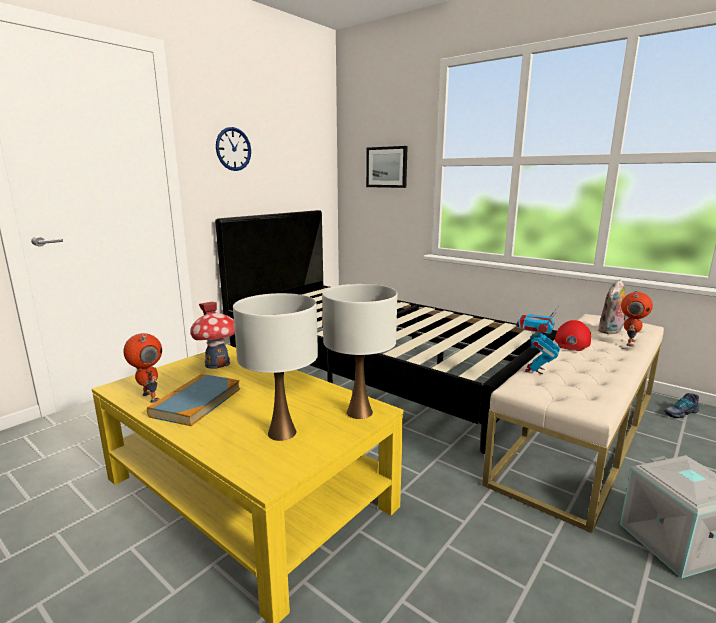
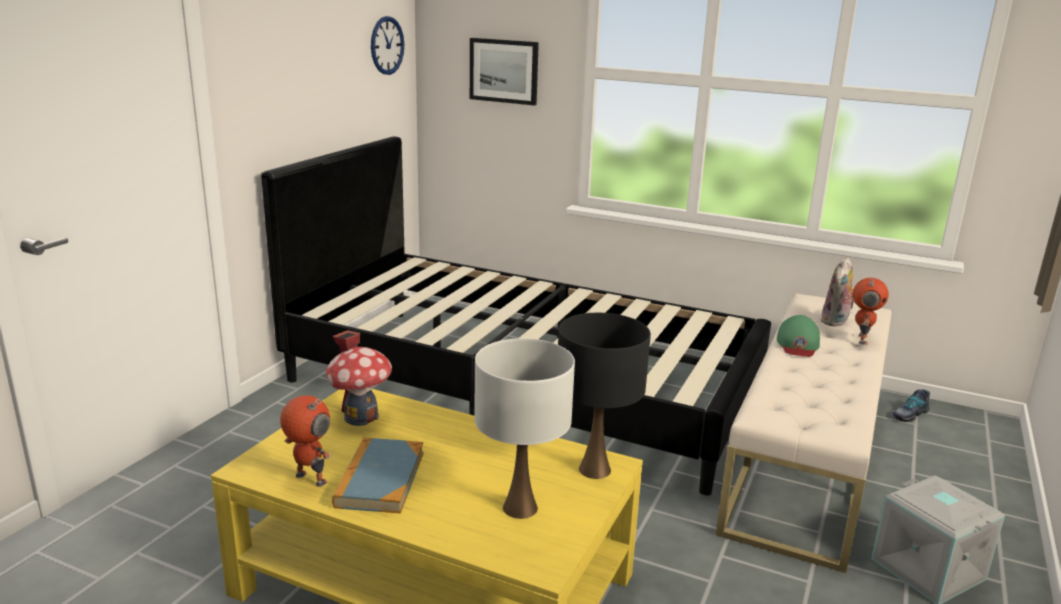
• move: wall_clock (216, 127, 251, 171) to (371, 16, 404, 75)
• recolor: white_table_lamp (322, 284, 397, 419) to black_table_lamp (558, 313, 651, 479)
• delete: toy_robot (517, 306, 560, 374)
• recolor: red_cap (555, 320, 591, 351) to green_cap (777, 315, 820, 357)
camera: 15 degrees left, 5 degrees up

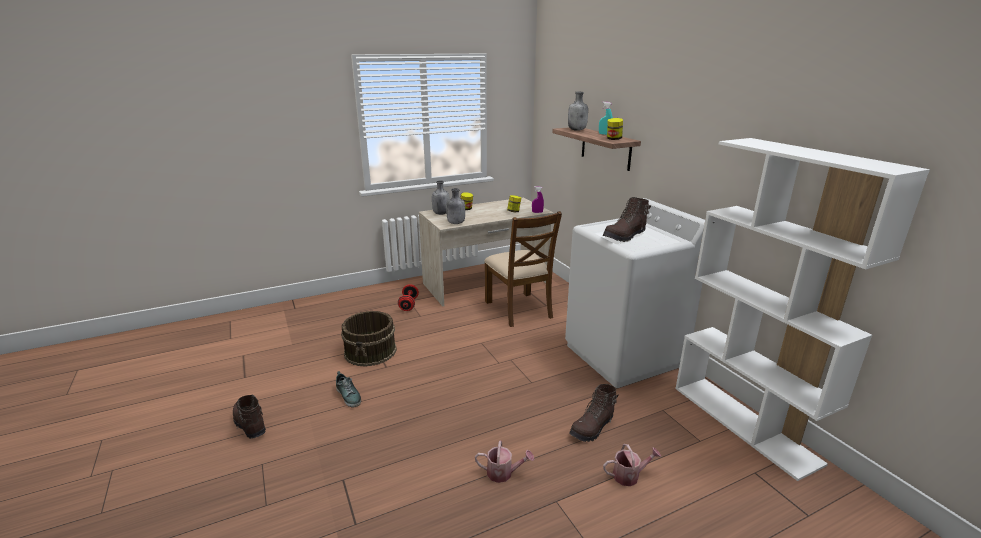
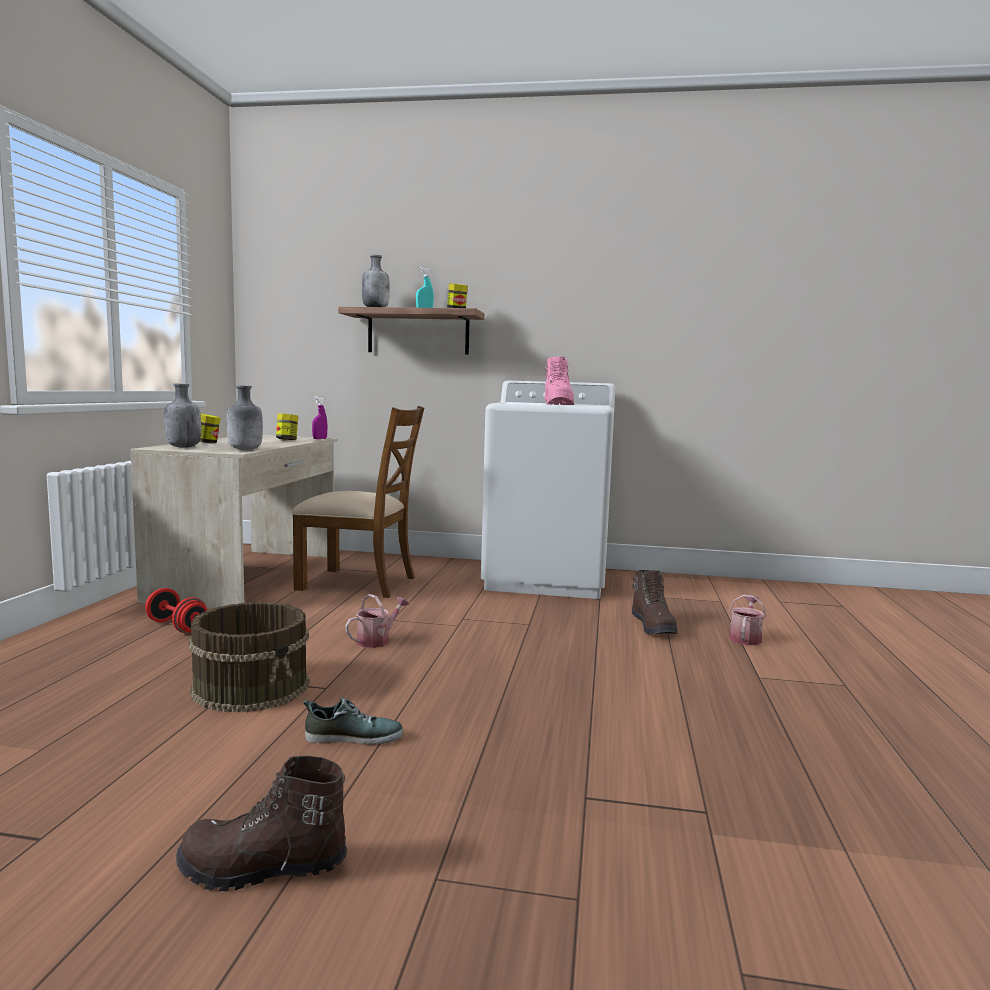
• move: watering_can (475, 441, 534, 483) to (345, 594, 409, 648)
• recolor: brown_boot (603, 197, 651, 242) to pink_boot (544, 357, 574, 405)
• delete: white_bookcase (675, 138, 930, 481)
camera: 55 degrees left, 15 degrees down

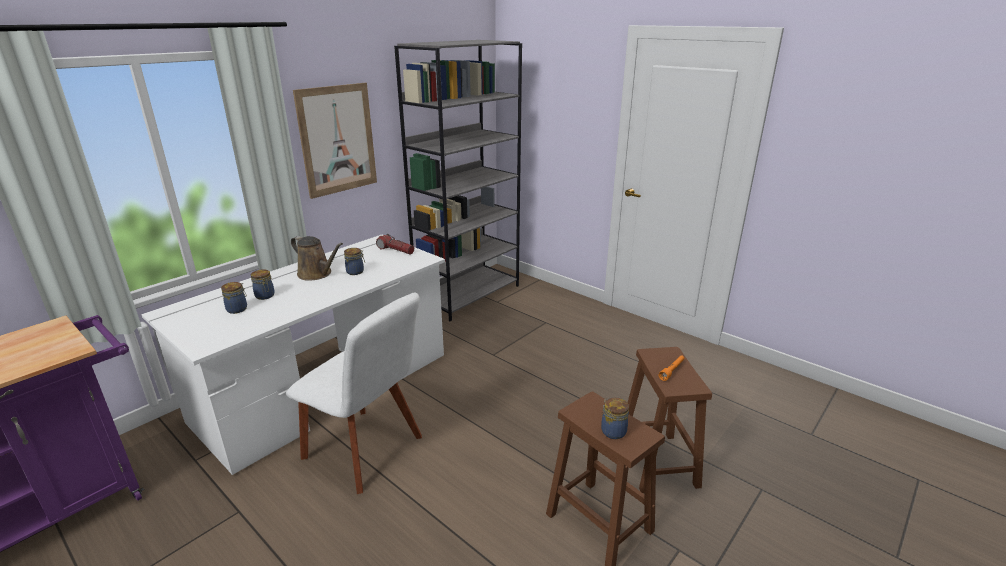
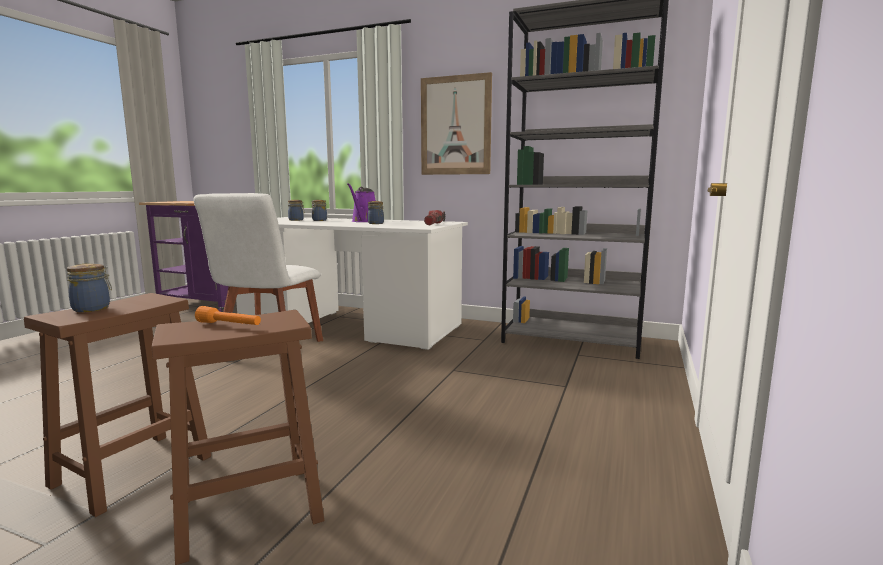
• recolor: brown_watering_can (291, 236, 343, 281) to purple_watering_can (347, 183, 376, 222)
camera: 70 degrees right, 15 degrees down

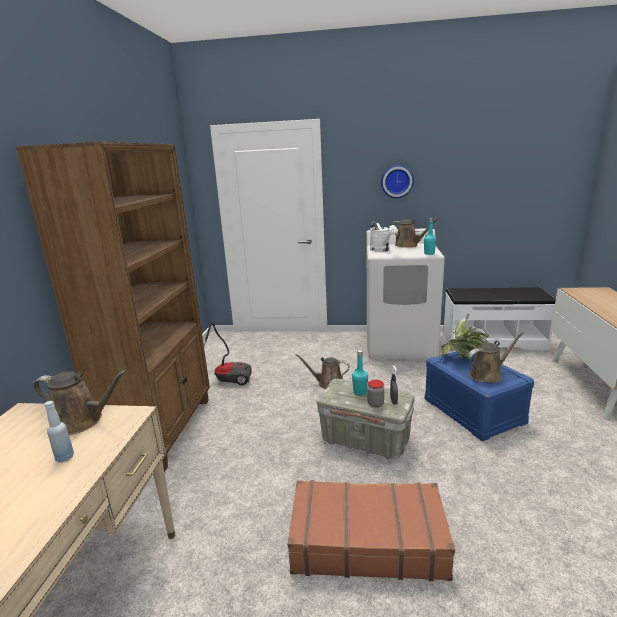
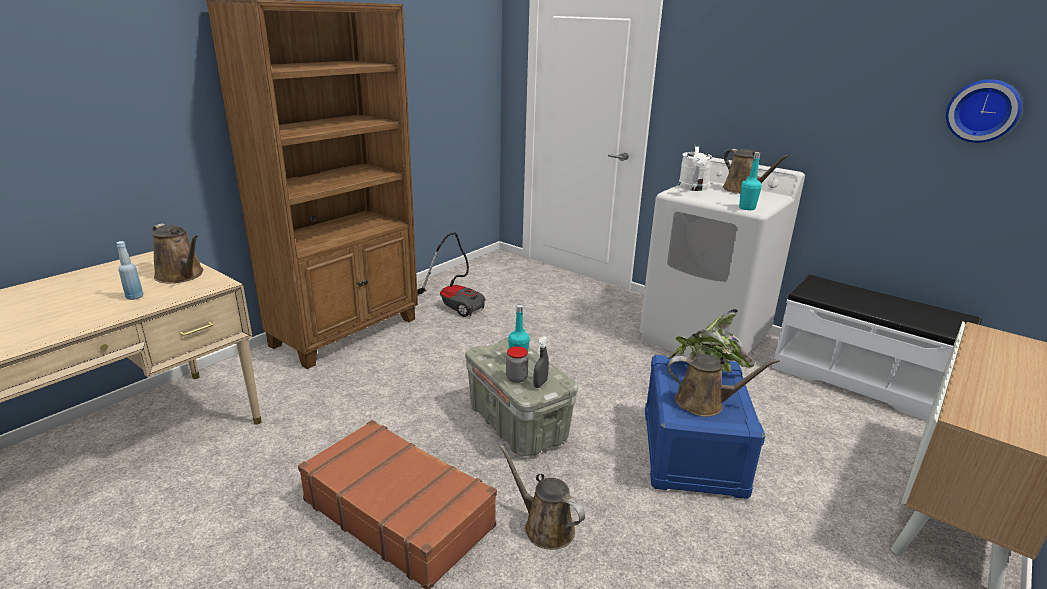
• move: brown_watering_can (296, 354, 350, 389) to (499, 444, 585, 550)
• move: wall_clock (381, 165, 414, 198) to (946, 79, 1022, 143)
camera: 30 degrees right, 5 degrees up

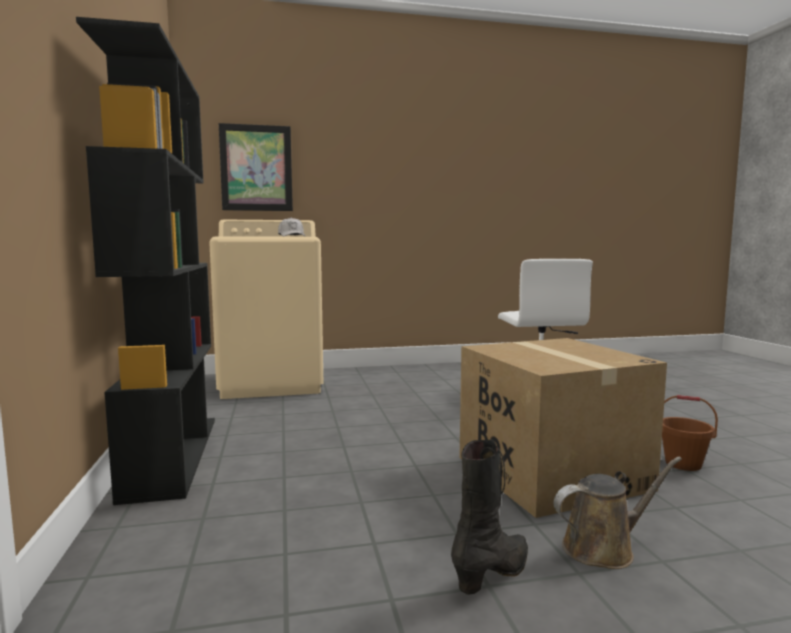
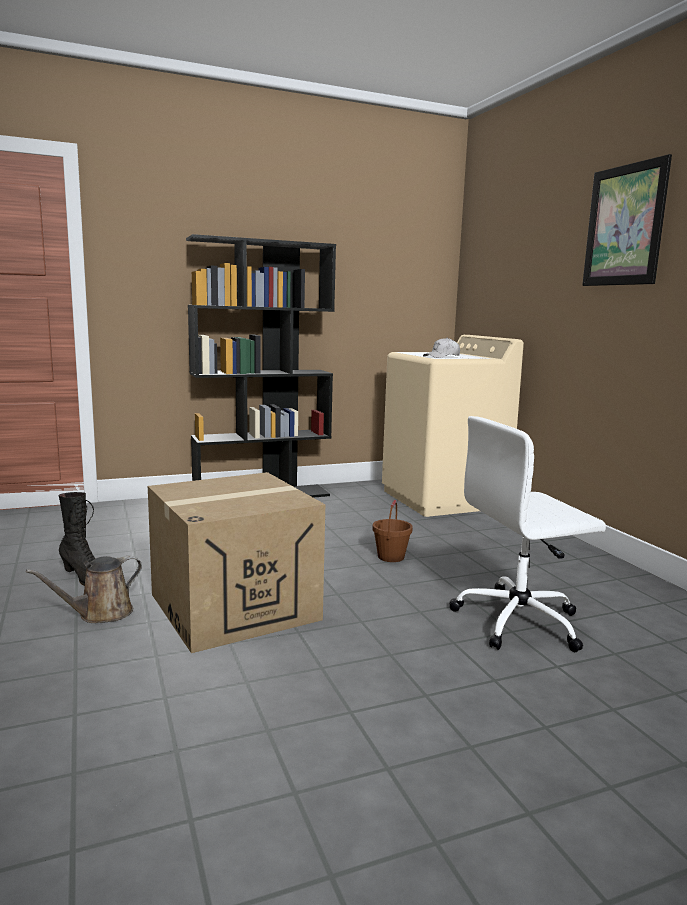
• move: picture (219, 123, 293, 211) to (582, 154, 672, 286)
• rotate: brown_watering_can (554, 457, 682, 569) = (26, 556, 142, 623) 75 degrees clockwise
• move: brown_bucket (662, 395, 718, 471) to (372, 500, 413, 562)
camera: 80 degrees right, 5 degrees up

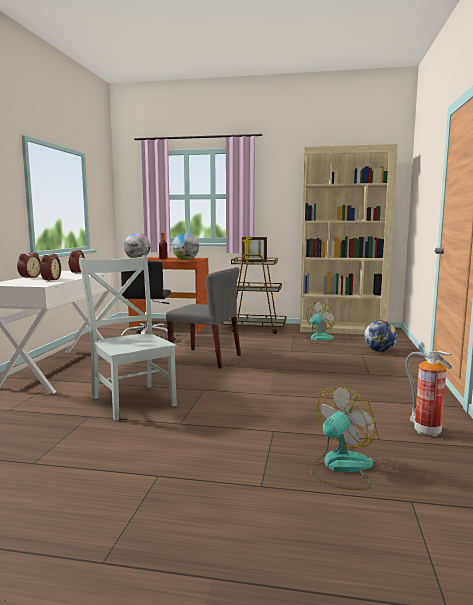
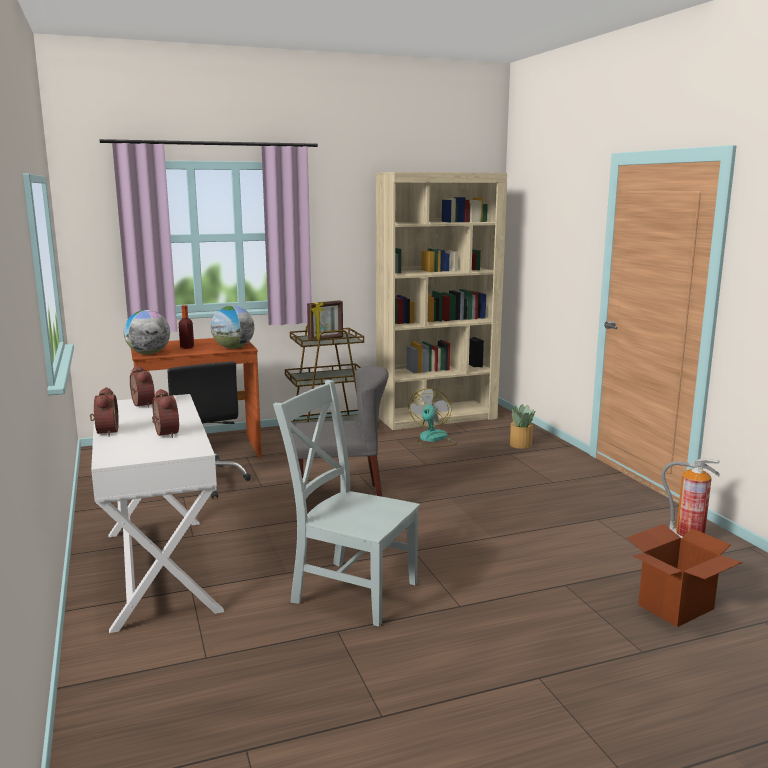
• replace: fan (310, 387, 376, 490) to cardboard_box (627, 524, 742, 627)
• replace: globe (364, 320, 397, 352) to potted_plant (510, 404, 536, 449)
camera: 30 degrees left, 5 degrees up

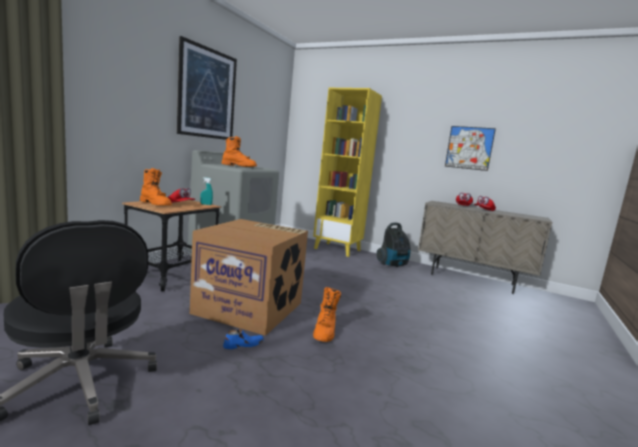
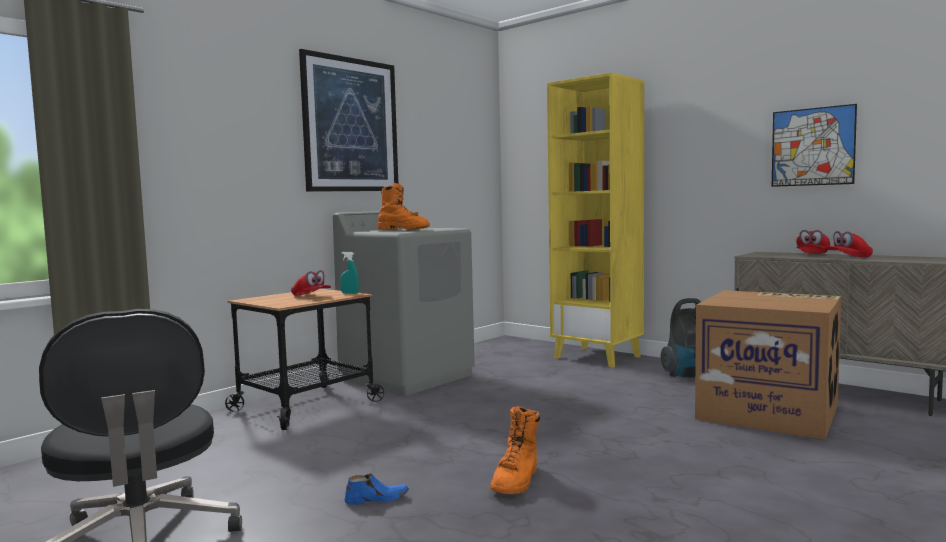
• delete: orange_boot (140, 168, 172, 206)
• move: cardboard_box (190, 219, 308, 336) to (695, 290, 841, 440)
camera: 15 degrees right, 5 degrees down

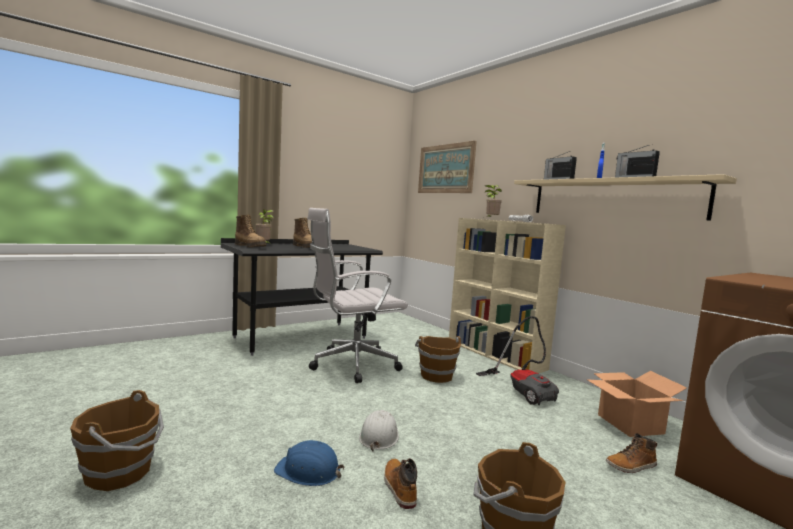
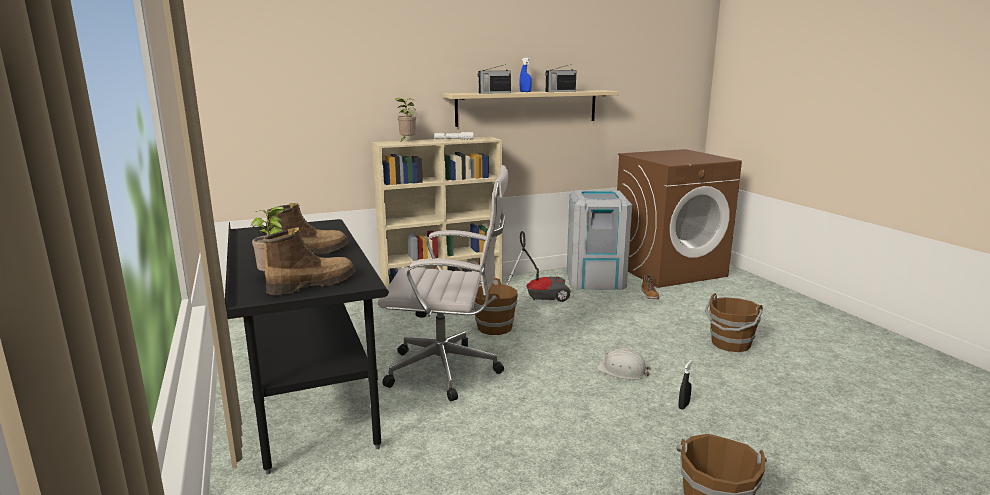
• replace: blue_hard_hat (274, 440, 344, 486) to black_spray_bottle (678, 360, 692, 409)
• rotate: white_office_chair (307, 208, 408, 383) = (378, 165, 508, 401) 75 degrees counterclockwise
• delete: boot (384, 458, 417, 509)
• delete: picture (418, 141, 477, 193)
• replace: cardboard_box (586, 371, 687, 437) to grey_trash_can (567, 190, 632, 290)
camera: 75 degrees left, 10 degrees up

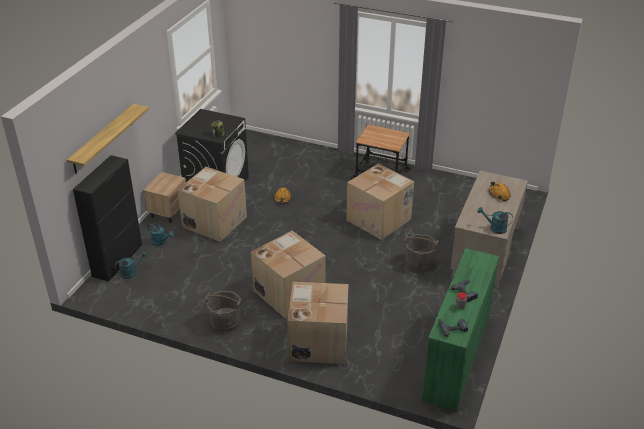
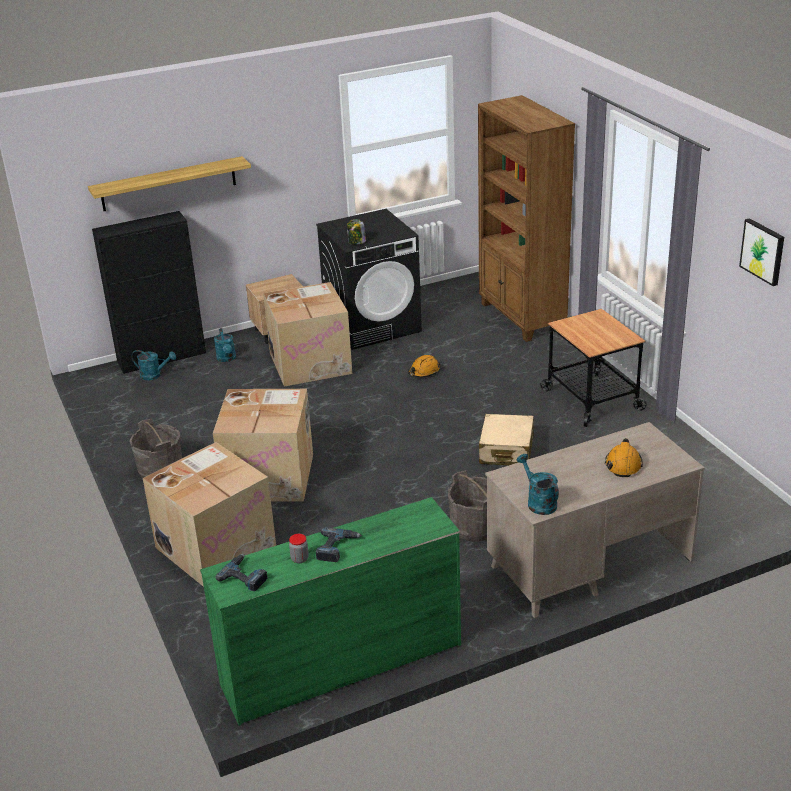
• replace: cardboard_box (346, 164, 414, 240) to beige_suitcase (479, 414, 534, 466)
• insert: brown_bookcase (478, 95, 575, 342)
• insert: picture (739, 218, 784, 286)
camera: 45 degrees right, 5 degrees down

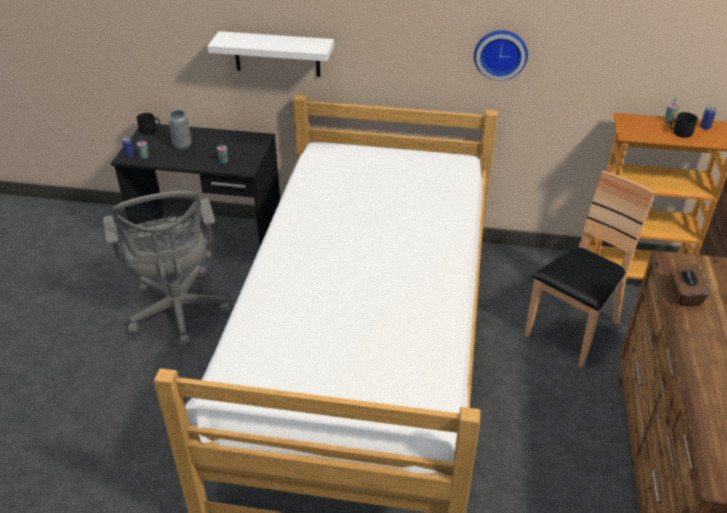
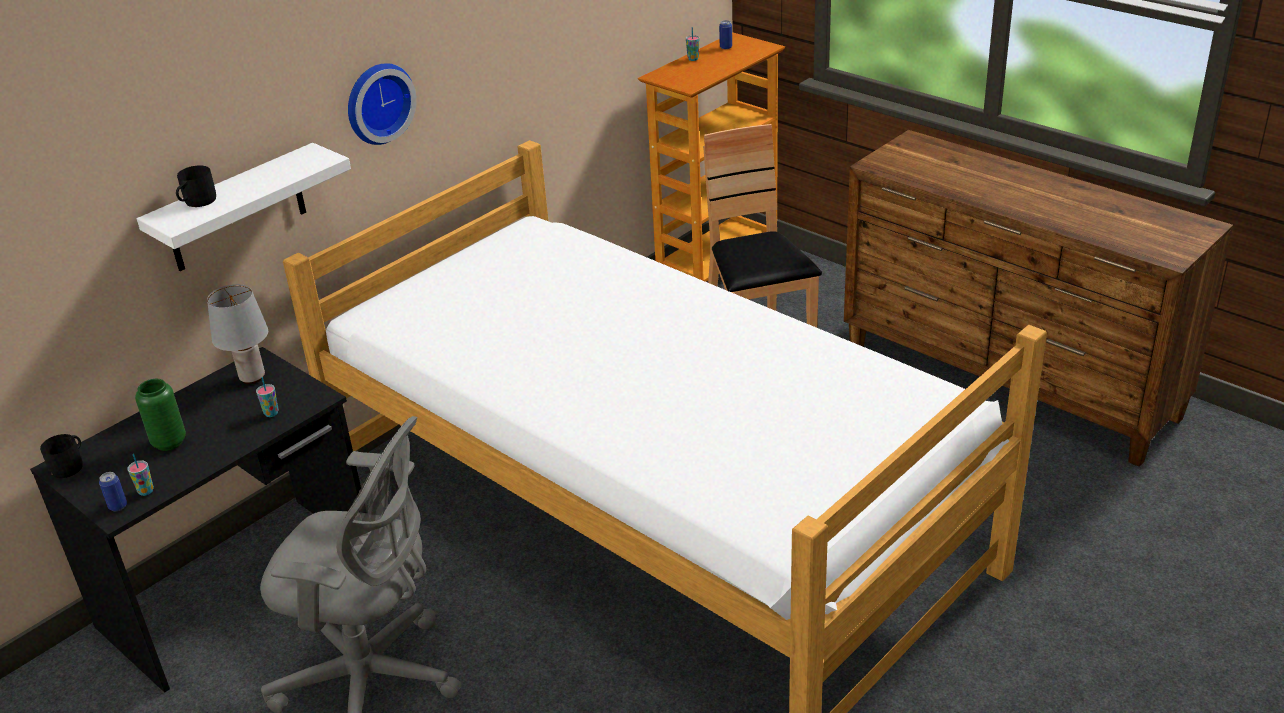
• recolor: grey_vase (168, 110, 192, 150) to green_vase (135, 379, 186, 451)
• move: wall_clock (474, 30, 528, 80) to (348, 63, 417, 145)
• move: black_mug (670, 112, 698, 138) to (176, 165, 216, 207)
• delete: brown_tissue_box (670, 264, 710, 306)
• insert: grey_table_lamp (207, 284, 268, 384)
camera: 55 degrees left, 5 degrees down

